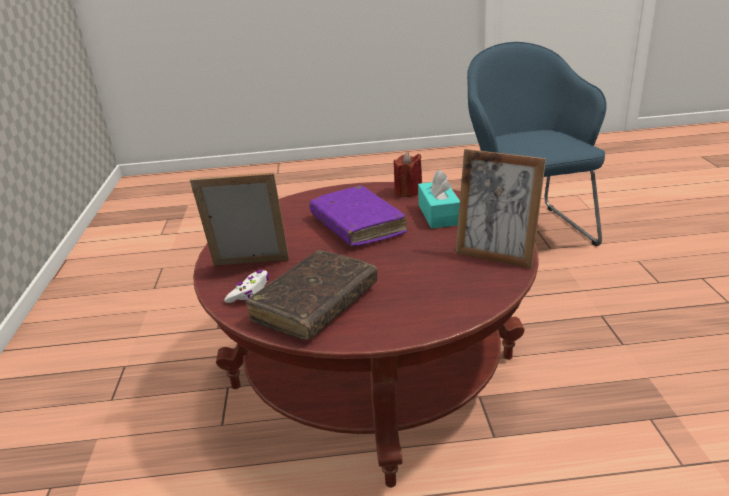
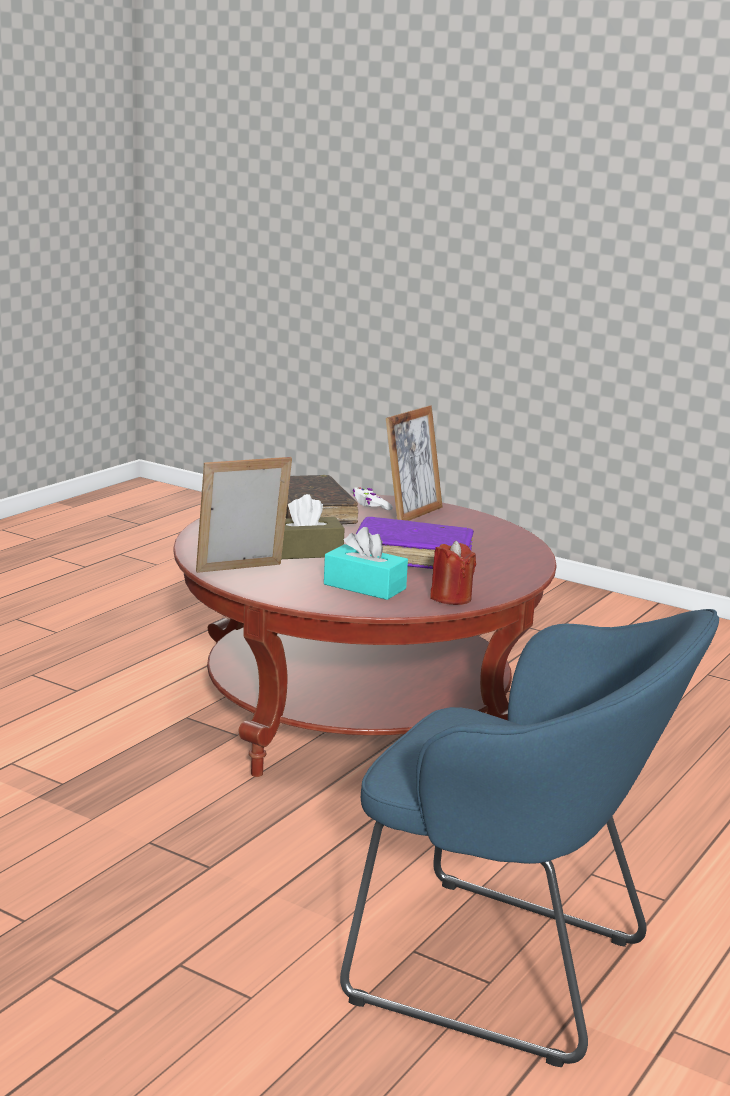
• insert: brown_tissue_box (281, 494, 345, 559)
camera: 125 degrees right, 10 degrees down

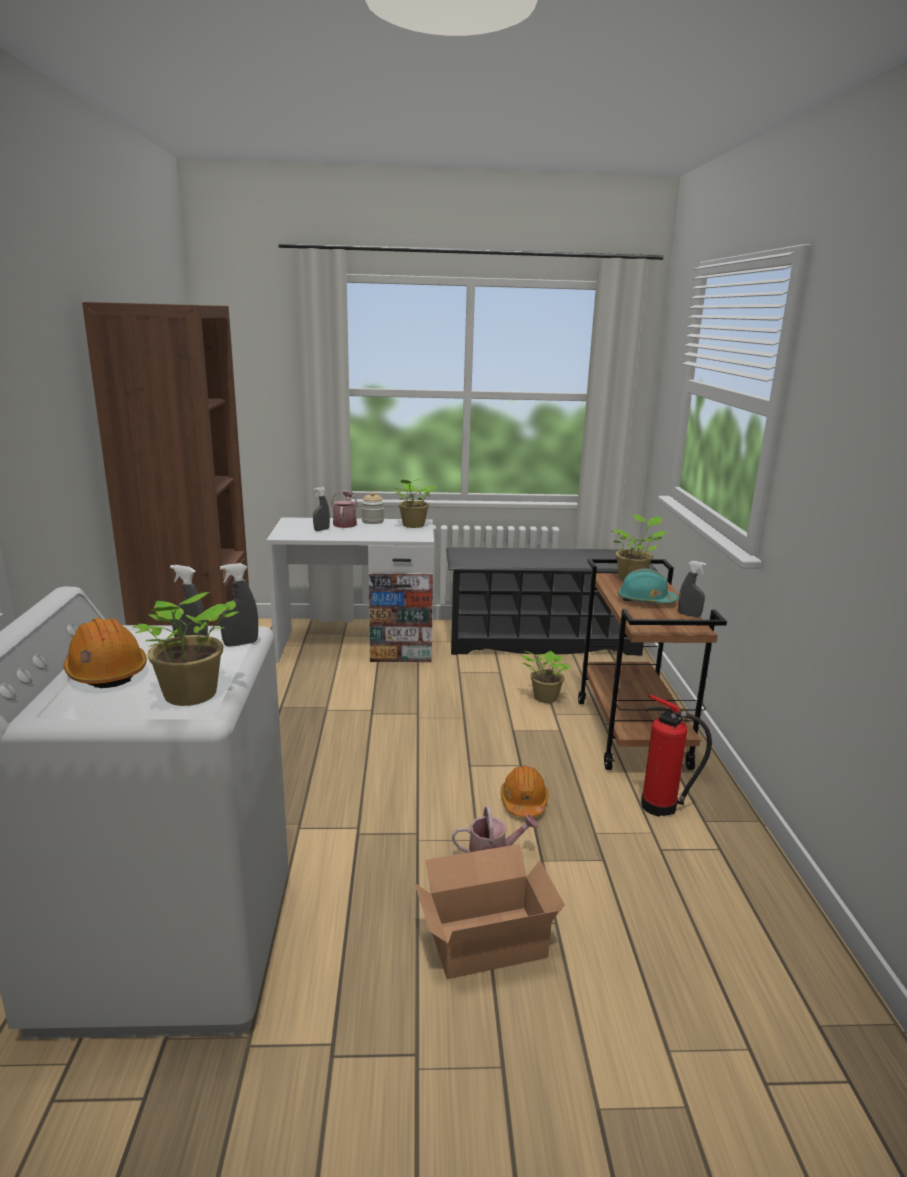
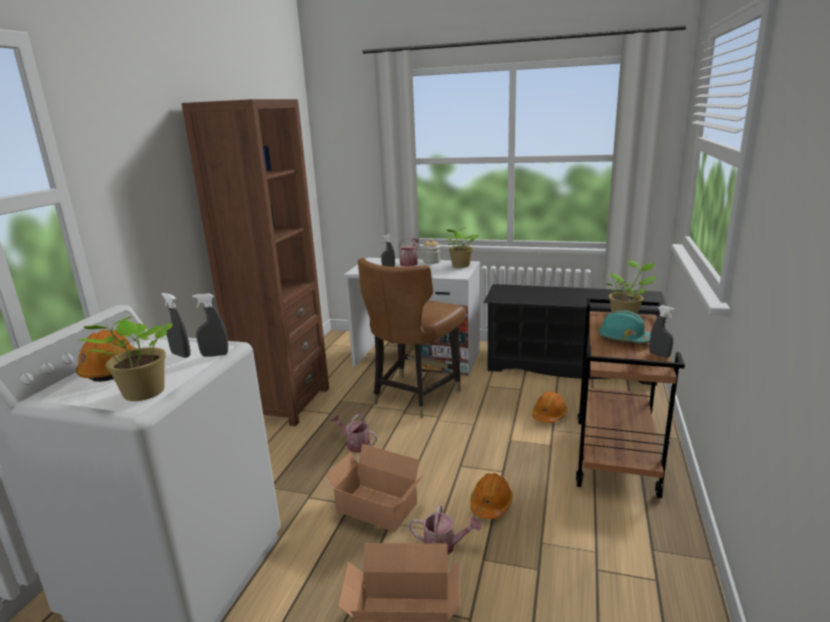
• replace: potted_plant (520, 651, 571, 703) to orange_hard_hat (532, 391, 567, 423)
• delete: fire_extinguisher (641, 694, 712, 816)
• insert: cardboard_box (324, 444, 424, 532)
• insert: watering_can (331, 414, 377, 453)
• insert: brown_chair (358, 258, 465, 418)
camera: 20 degrees right, 0 degrees up

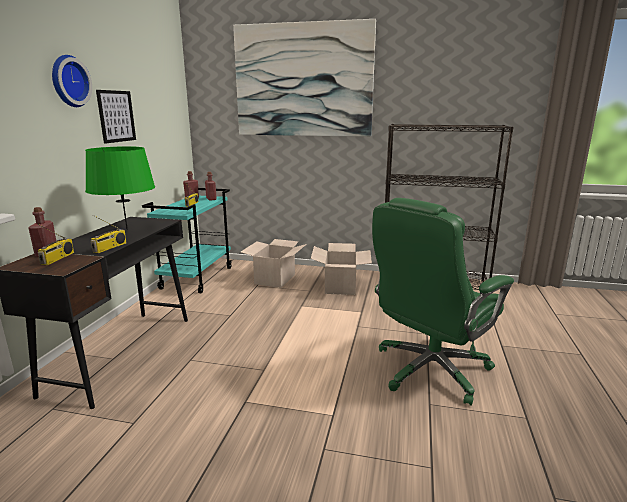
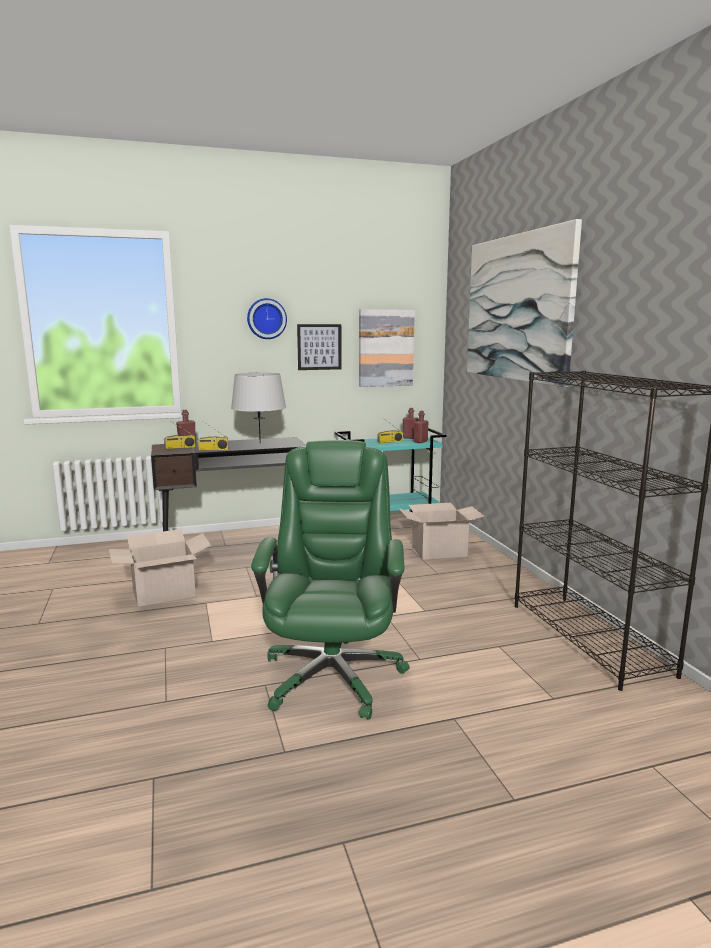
• recolor: green_table_lamp (85, 146, 155, 230) to grey_table_lamp (231, 372, 286, 443)
• move: cardboard_box (311, 243, 372, 295) to (109, 529, 211, 607)
• rotate: green_office_chair (372, 198, 514, 406) = (251, 440, 410, 720) 75 degrees clockwise
• insert: picture (359, 309, 415, 387)
camera: 60 degrees right, 5 degrees down

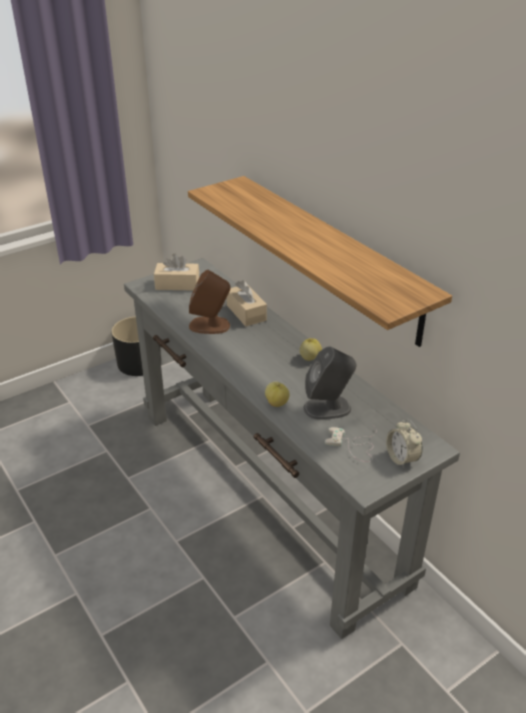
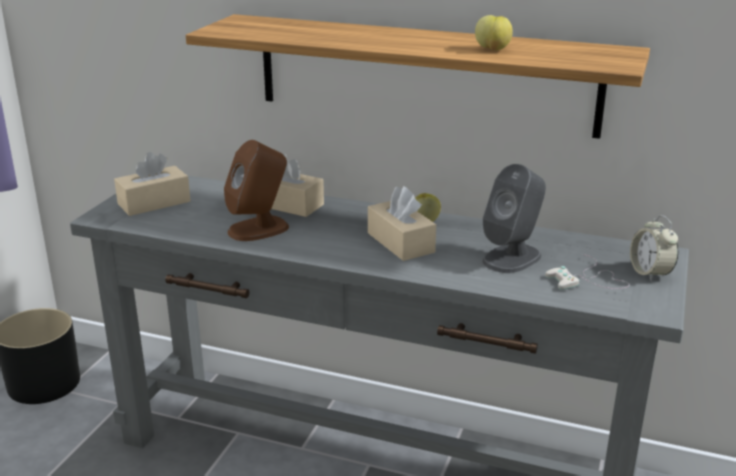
• move: apple (265, 382, 290, 407) to (475, 15, 513, 50)
• rotate: alarm_clock (386, 419, 423, 469) = (630, 215, 679, 282) 45 degrees clockwise
• insert: beige_tissue_box (368, 186, 436, 261)
camera: 35 degrees left, 10 degrees down

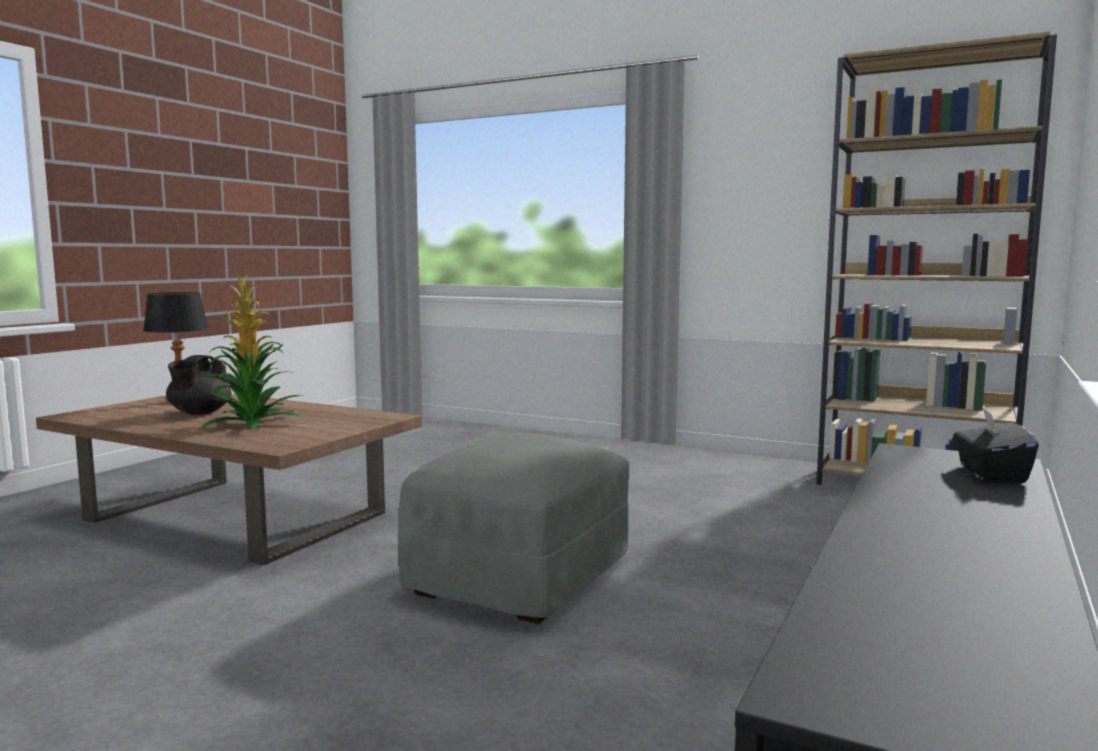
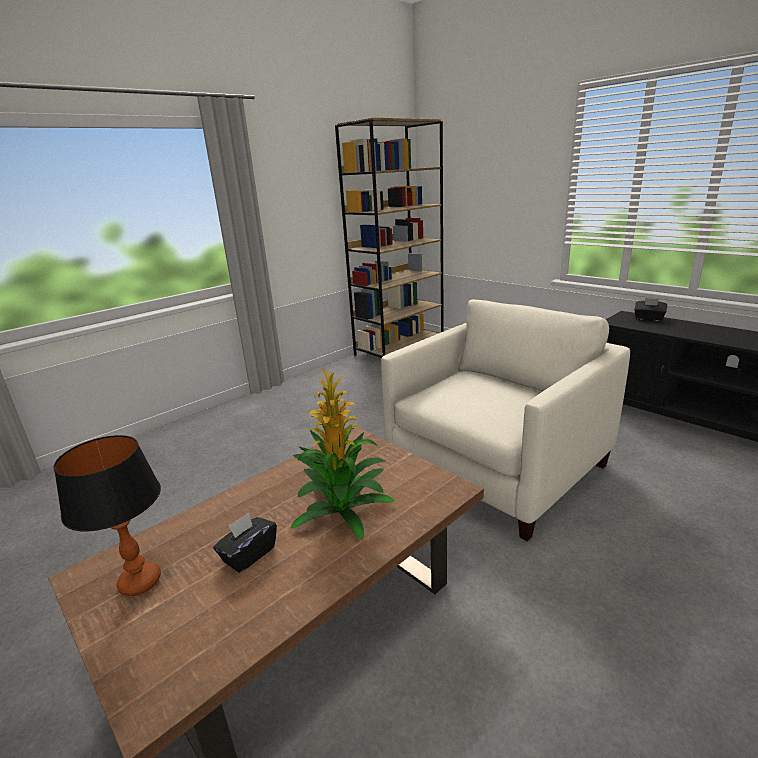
• replace: black_teapot (166, 355, 231, 415) to black_tissue_box (213, 513, 277, 573)
• replace: grey_ottoman (398, 433, 629, 624) to beige_armchair (381, 299, 630, 541)
camera: 70 degrees left, 15 degrees up

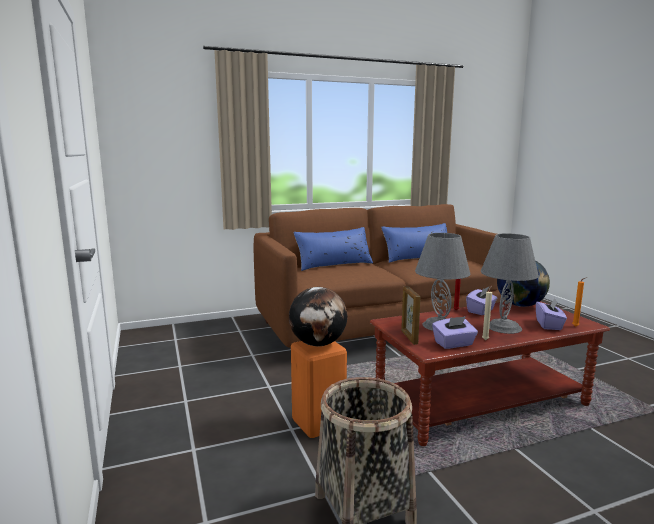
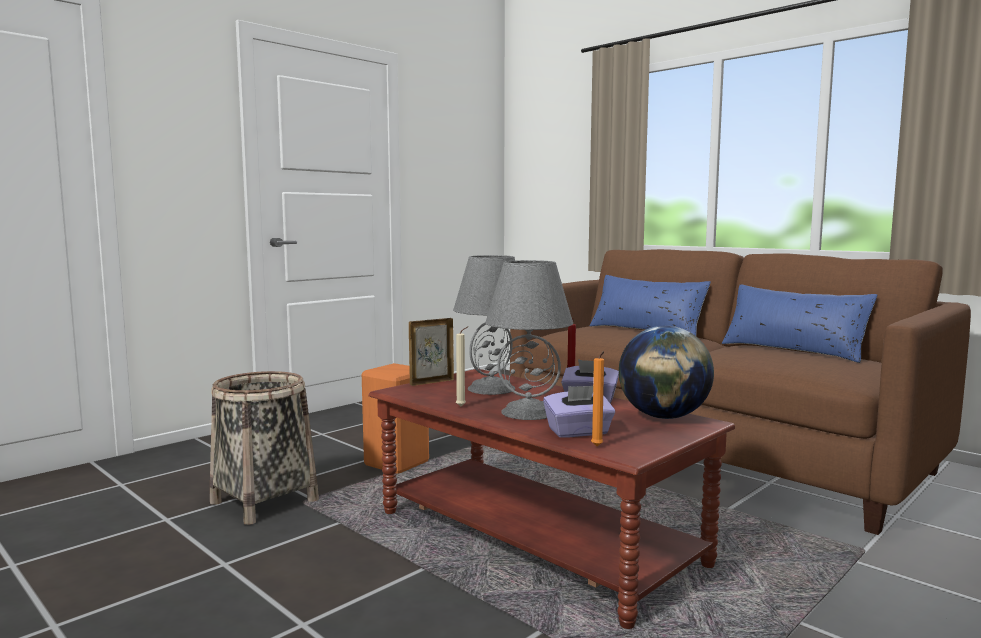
• delete: globe (289, 287, 348, 346)
• delete: purple_tissue_box (432, 316, 478, 349)
camera: 65 degrees right, 5 degrees down

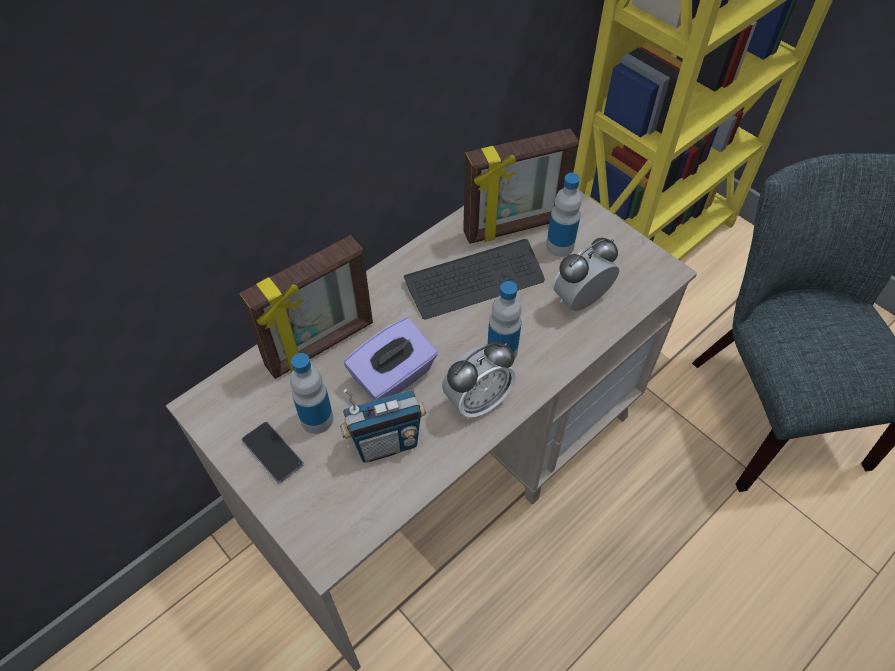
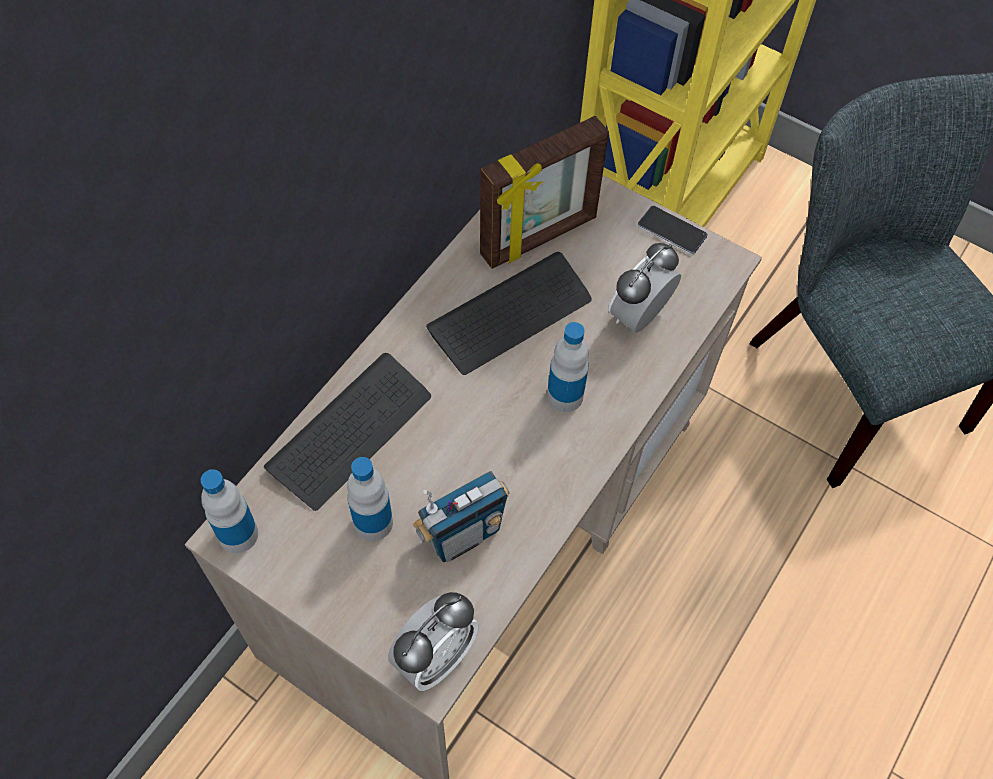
• replace: picture_frame (239, 235, 373, 379) to keyboard (264, 353, 431, 511)
• move: phone (242, 422, 304, 484) to (637, 206, 708, 255)
• delete: purple_tissue_box (344, 318, 438, 400)
• move: alarm_clock (442, 342, 516, 420) to (388, 592, 479, 691)
• move: bottle (546, 173, 582, 257) to (201, 469, 258, 553)
camera: 15 degrees left, 5 degrees up

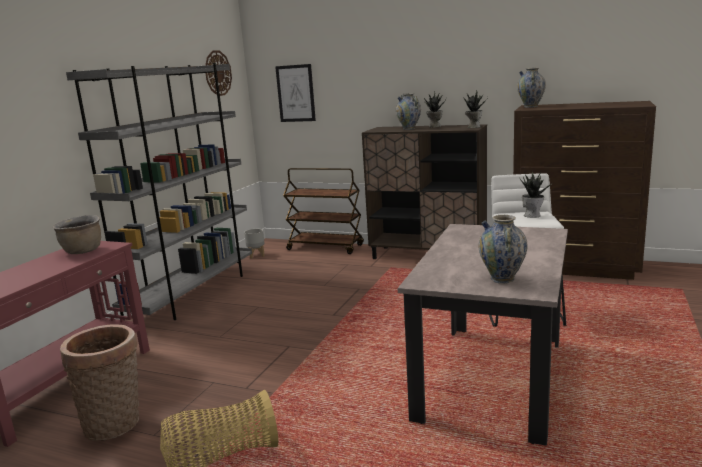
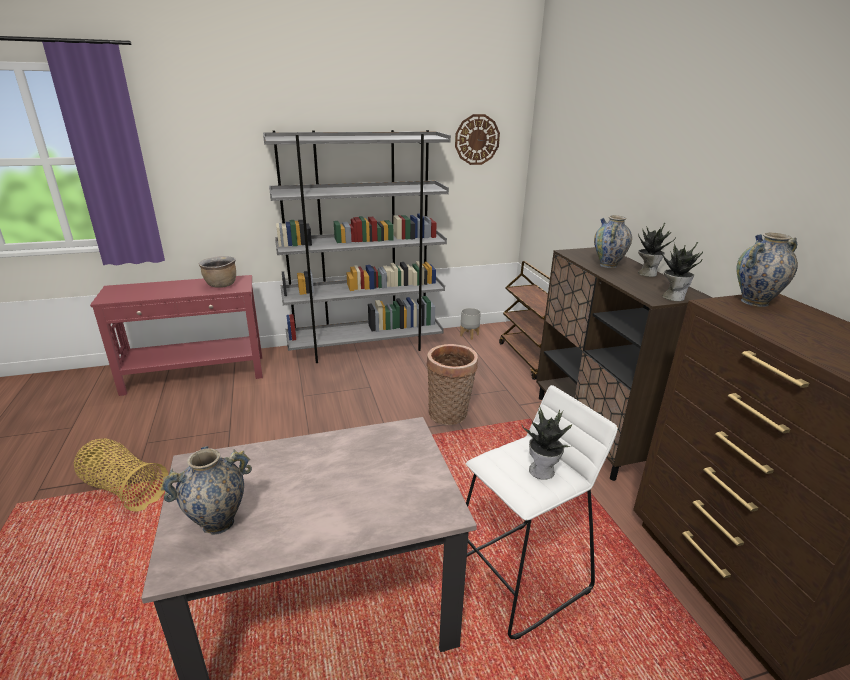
• move: basket (60, 324, 139, 441) to (426, 344, 478, 425)
• delete: picture (275, 64, 316, 122)
camera: 50 degrees right, 10 degrees up

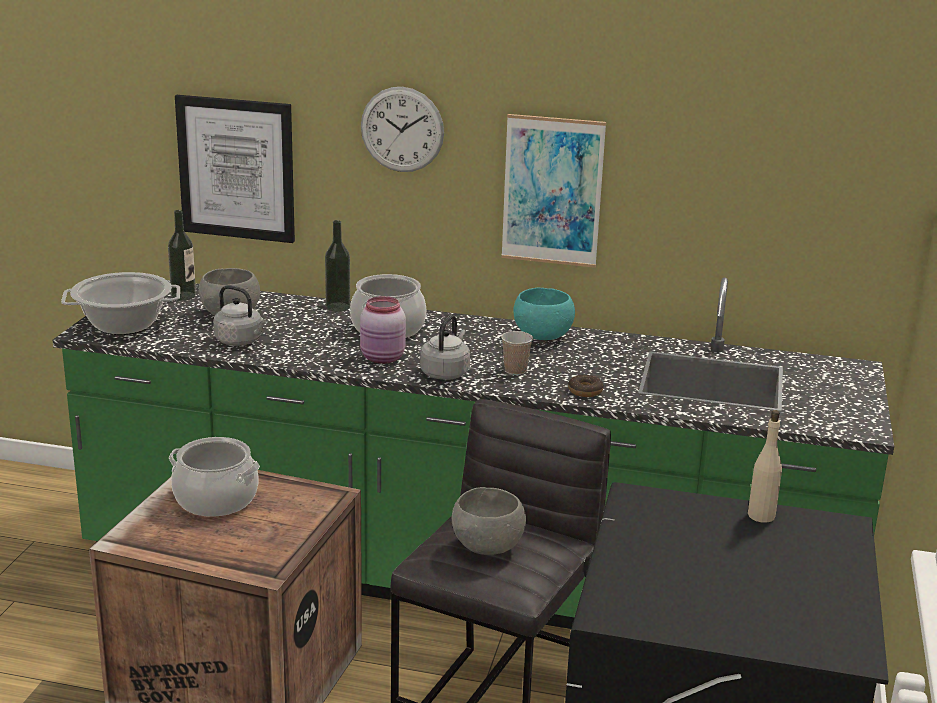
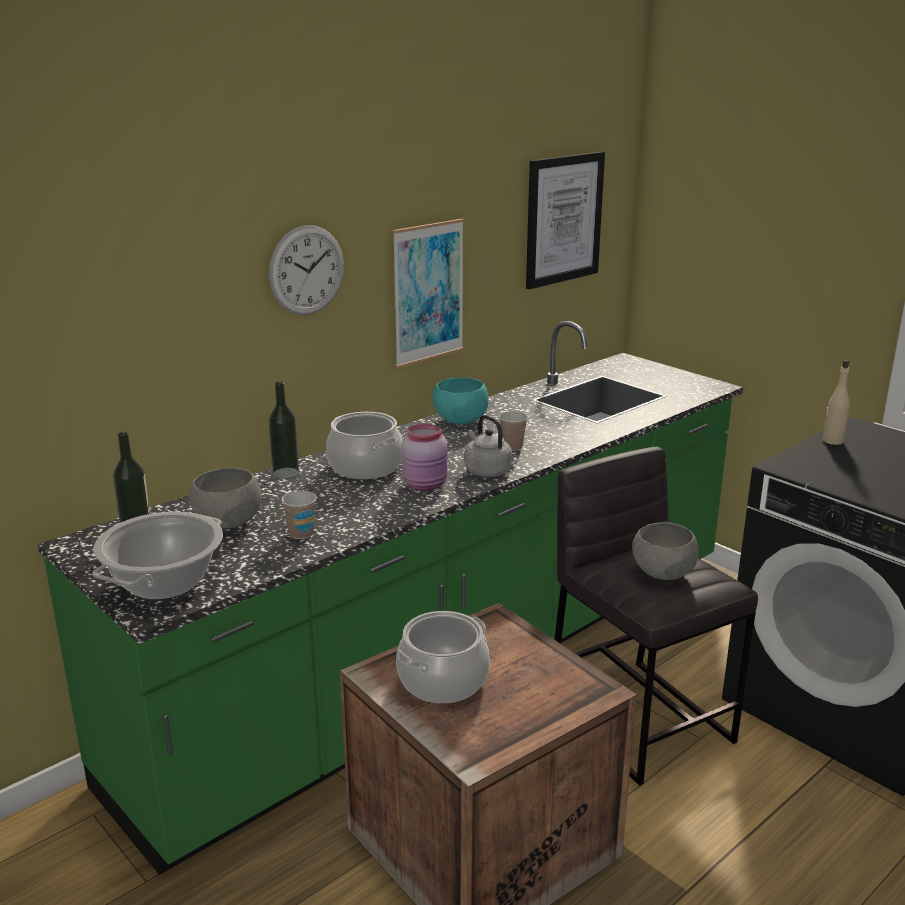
• move: picture (175, 95, 295, 243) to (526, 151, 605, 289)
• replace: grey_kettle (213, 285, 268, 346) to cup (282, 491, 317, 539)
• delete: donut (568, 375, 604, 397)
camera: 55 degrees left, 0 degrees up

